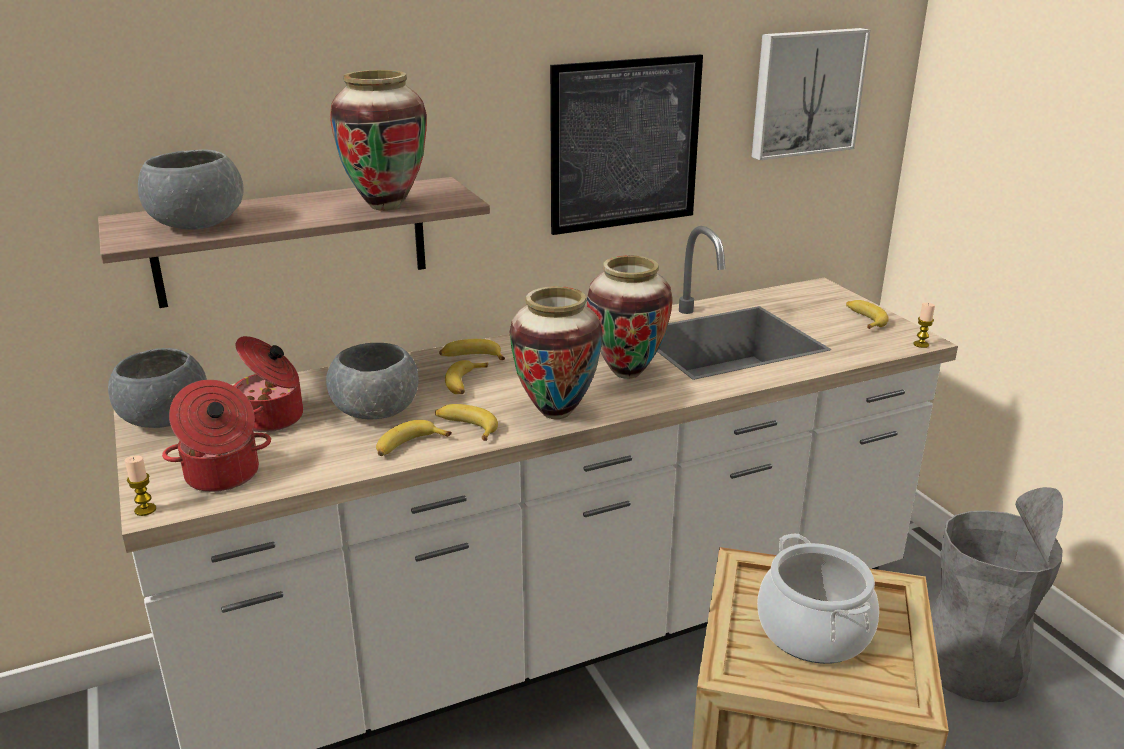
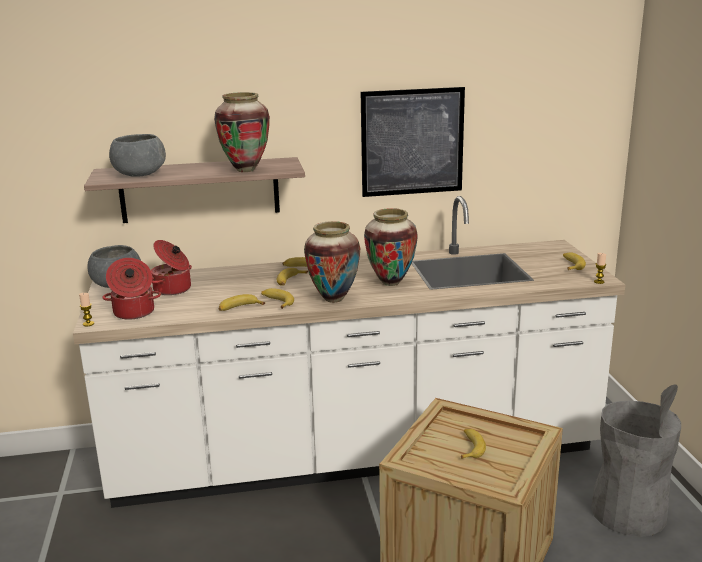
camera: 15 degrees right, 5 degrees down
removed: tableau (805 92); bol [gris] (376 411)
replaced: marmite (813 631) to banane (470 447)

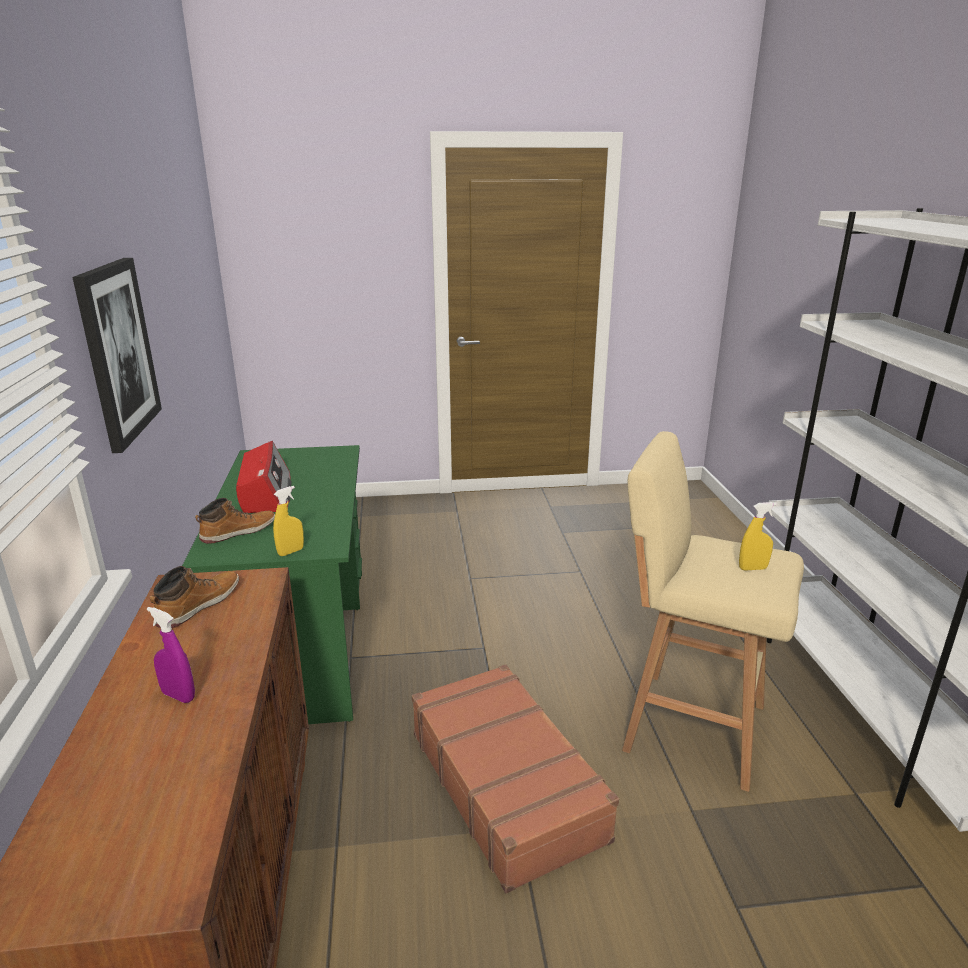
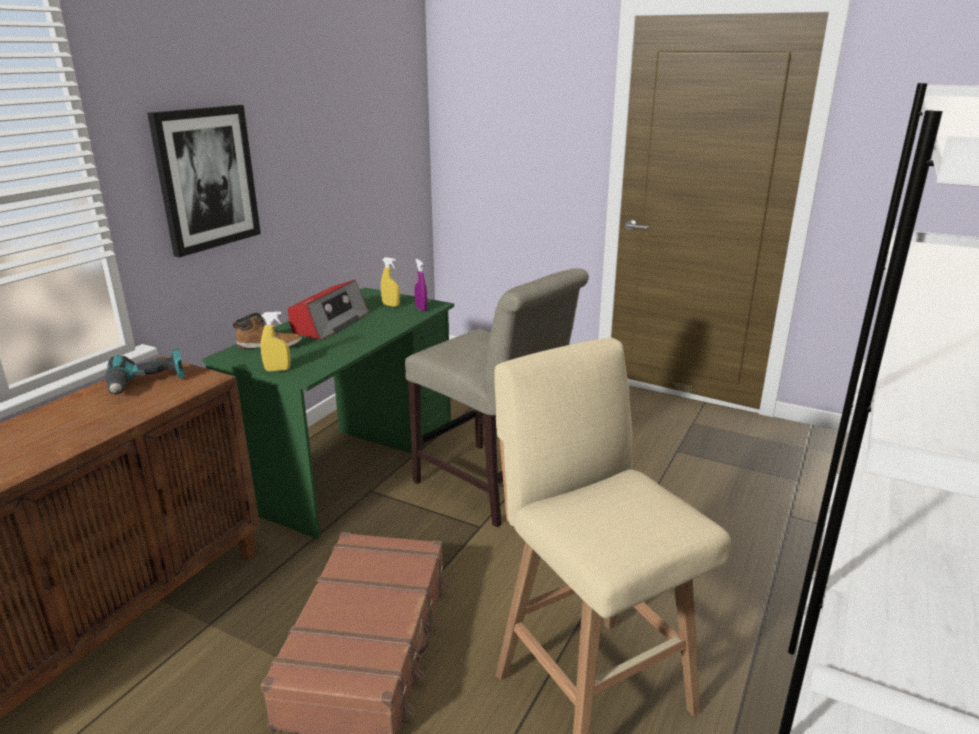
camera: 35 degrees right, 0 degrees up
added: chaise [beige] (492 486)
moved: vaporisateur [jaune] (753 568) to (391 305); vaporisateur [violet] (178 696) to (421 309)
replaced: botte (198 605) to perceuse (147 383)

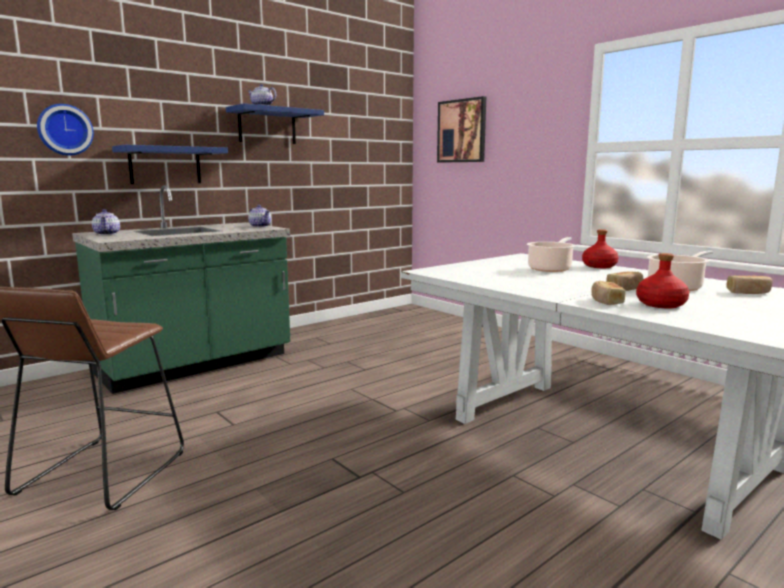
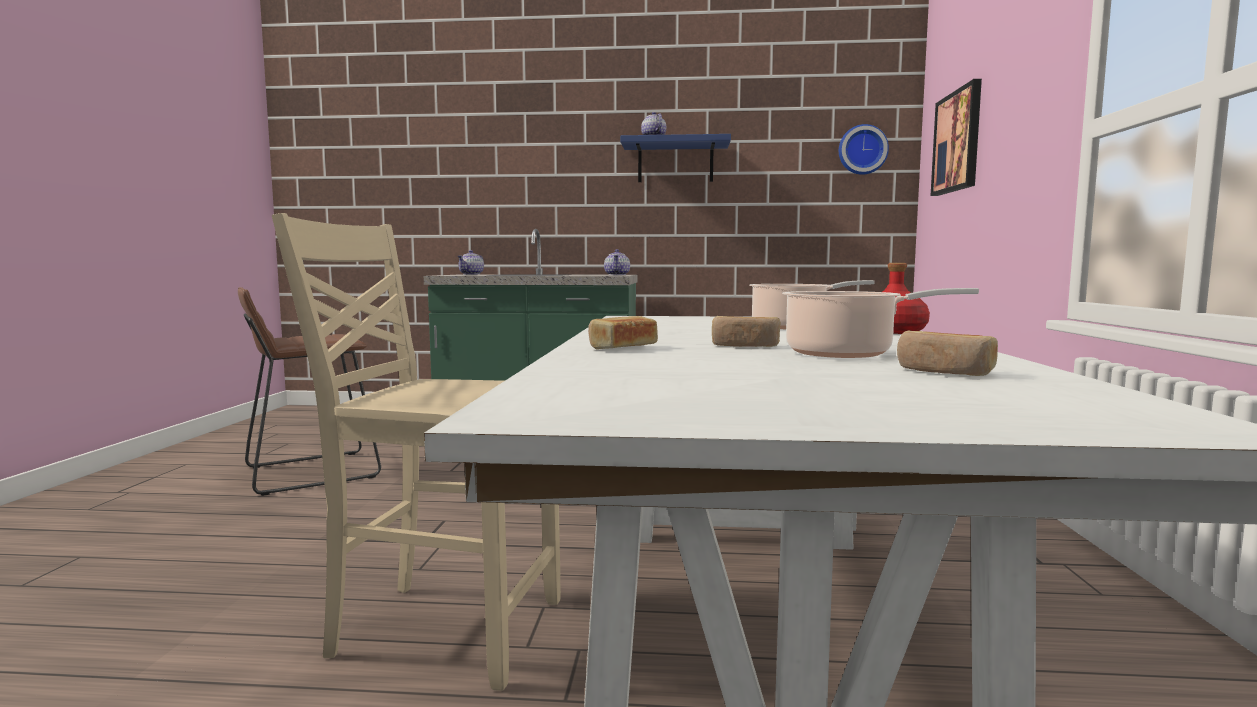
camera: 45 degrees right, 5 degrees down
removed: étagère [bleu] (165 165); bouteille [rouge] (660 304)
added: chaise [beige] (444 628)
moved: horloge murale (65 130) to (862 150)

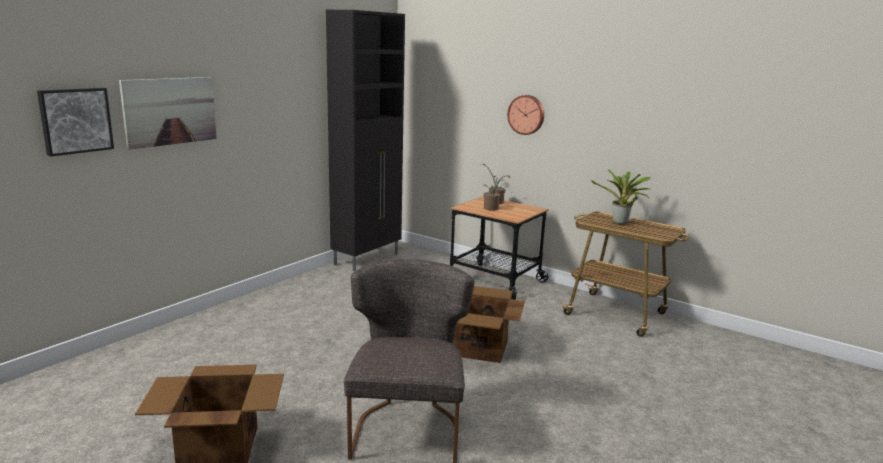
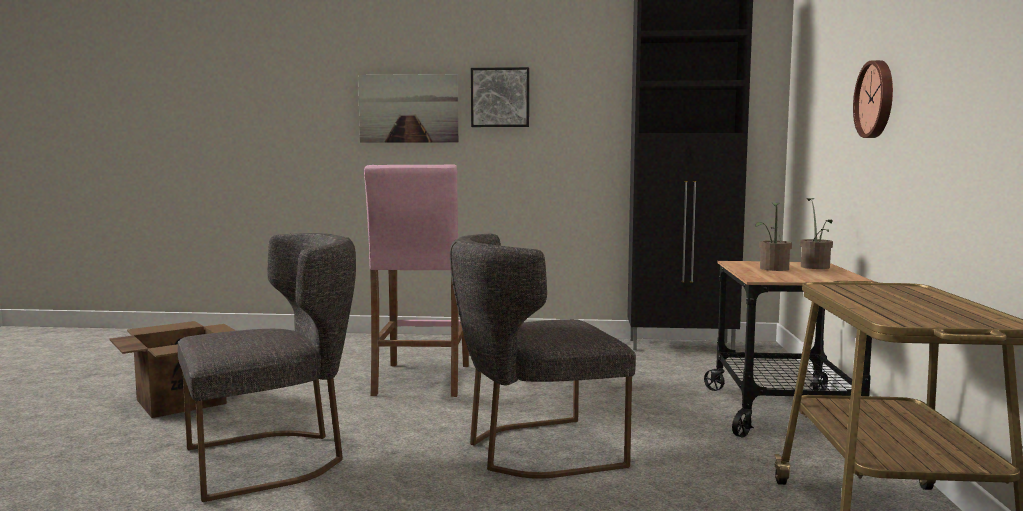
camera: 60 degrees right, 10 degrees down
removed: plante en pot (620 223)
added: tabouret [rose] (422 380)
moved: tableau (75 120) to (500 97)
replaced: carton (479 348) to chaise [gris] (534 450)

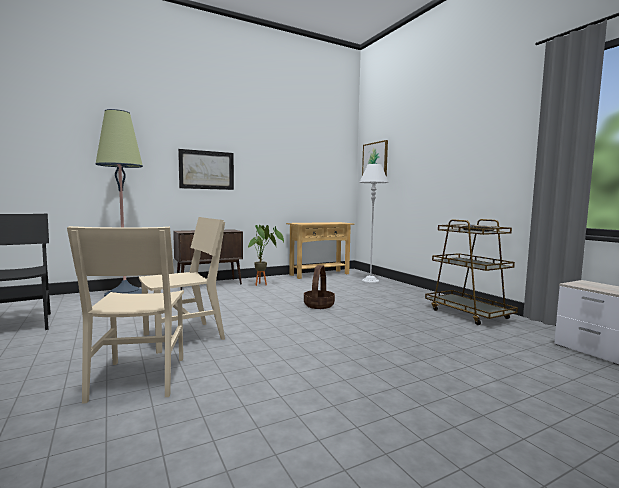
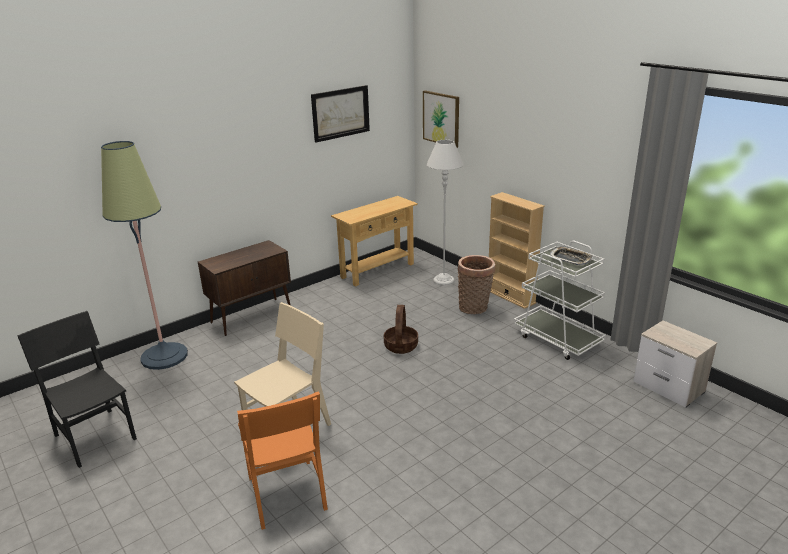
camera: 10 degrees left, 20 degrees up
removed: plante en pot (263 284)
added: bibliothèque [beige] (510 296); panier (475 308)
moved: tableau (206 170) to (340 113)
recoloured: chariot [marron] (468 313) to chariot [blanc] (557 339); chaise [beige] (138 378) to chaise [orange] (286 493)

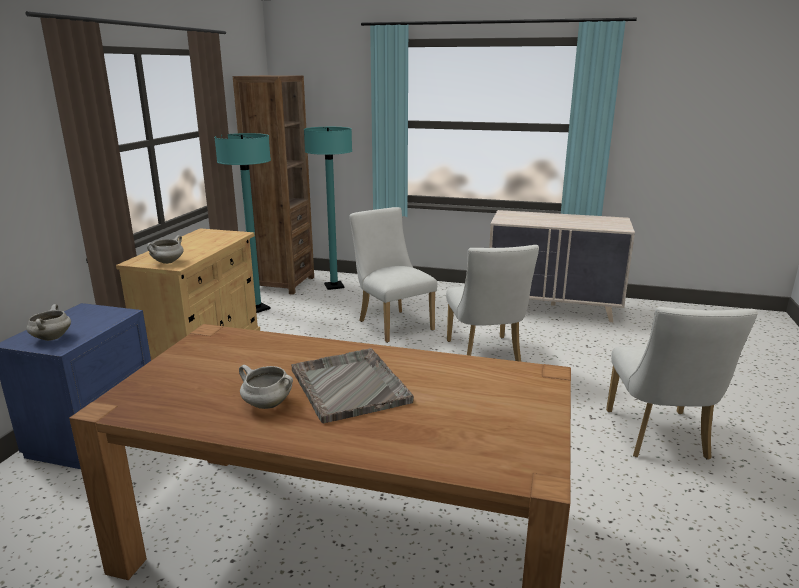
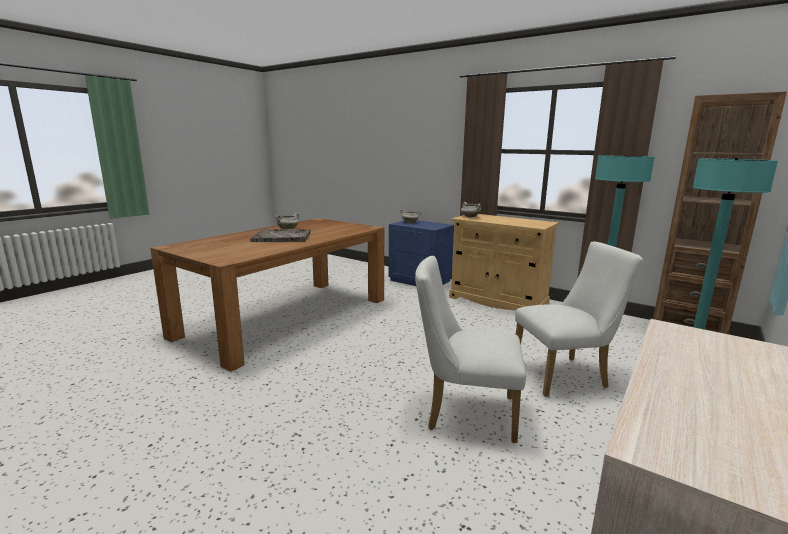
camera: 110 degrees right, 5 degrees down
removed: chaise [blanc] (659 438)

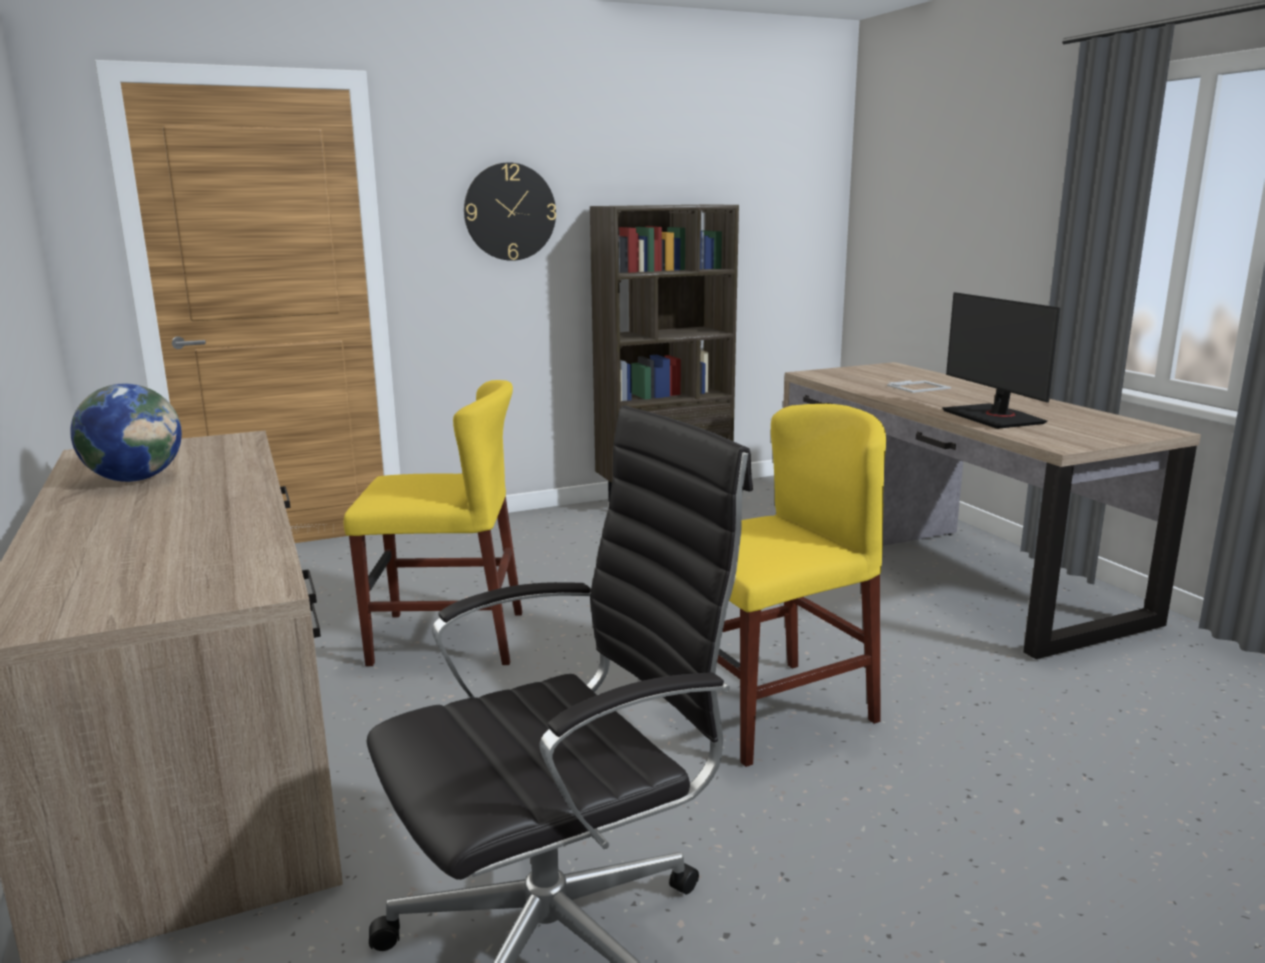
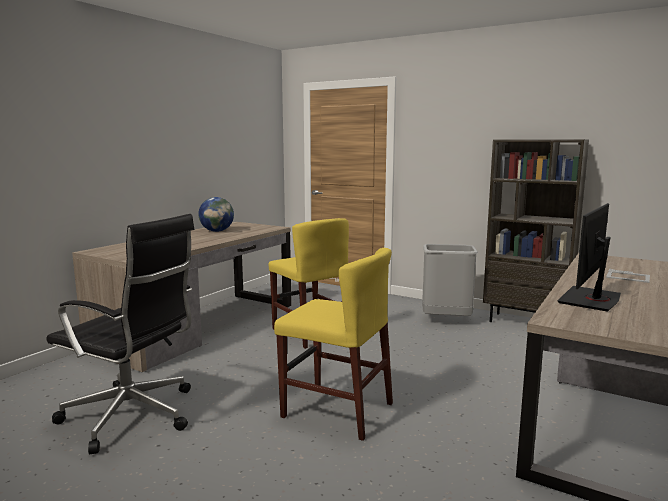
camera: 55 degrees right, 5 degrees down
removed: horloge murale (510 212)
added: poubelle [gris] (446 320)

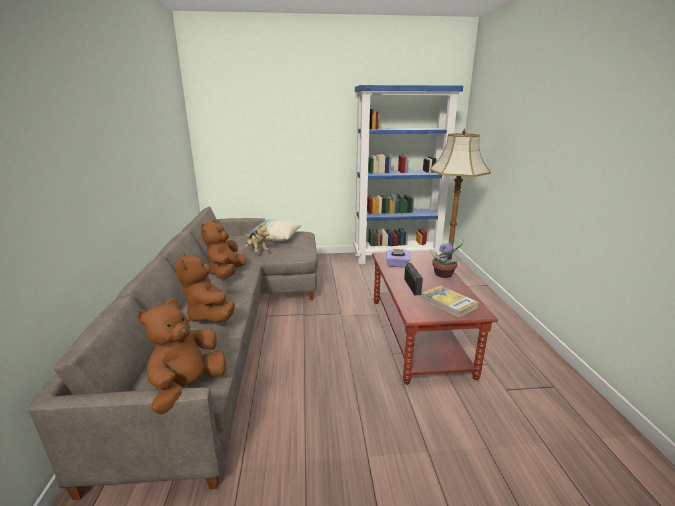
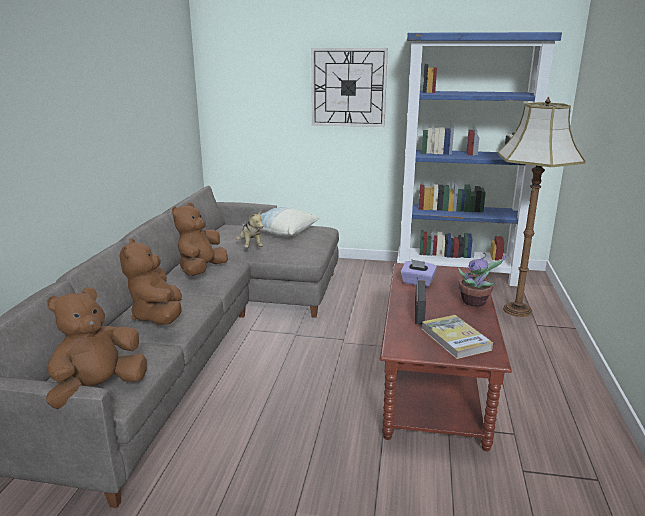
camera: 15 degrees right, 0 degrees up
added: horloge murale (348 87)

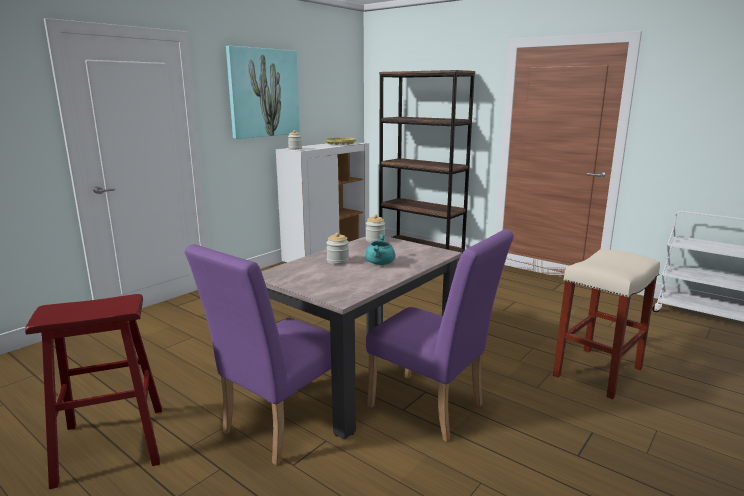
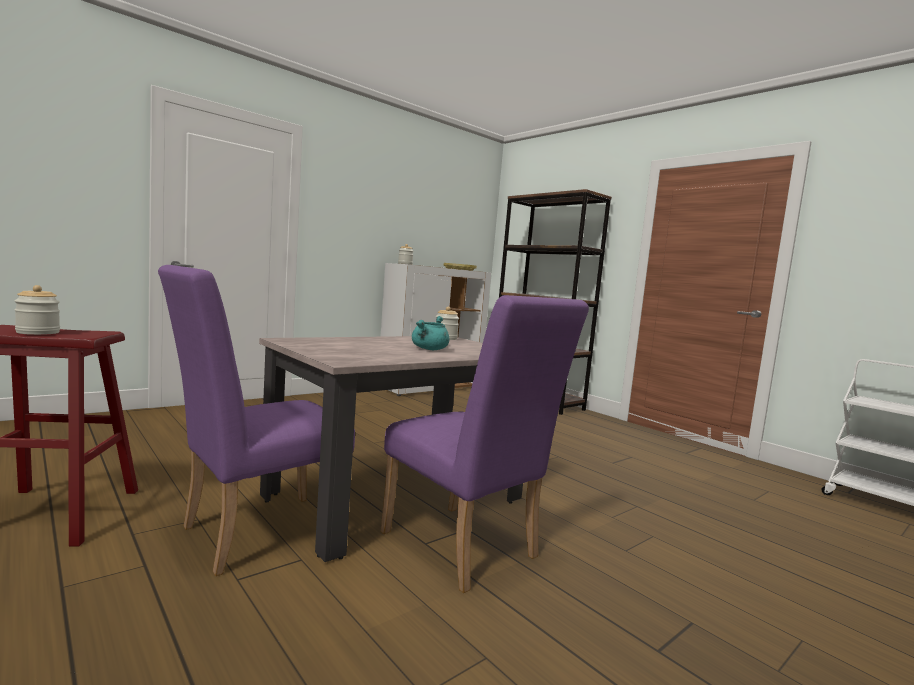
camera: 10 degrees right, 10 degrees down
removed: tableau (263 93); tabouret [beige] (598 373)
moved: bocal (338 261) to (38 332)

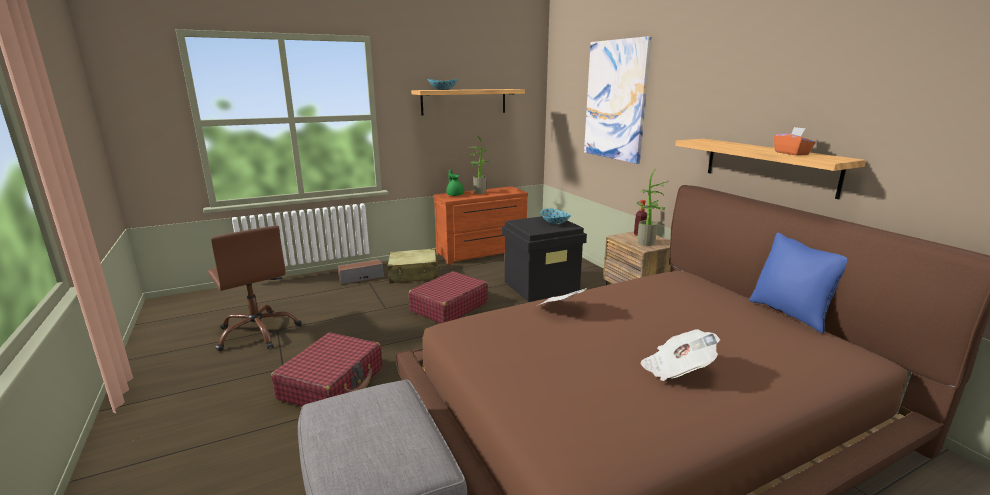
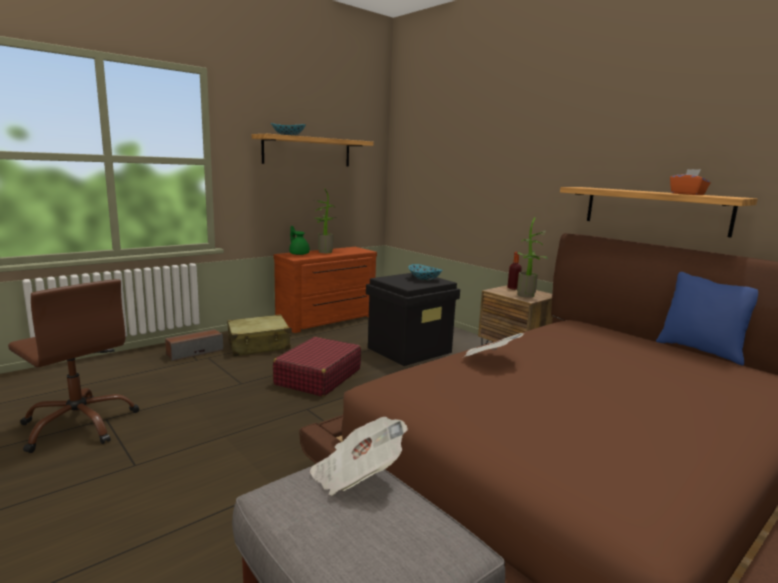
camera: 15 degrees left, 5 degrees down
removed: tableau (616 100); valise [rouge] (332 383)
moved: journal (676 370) to (357 475)

